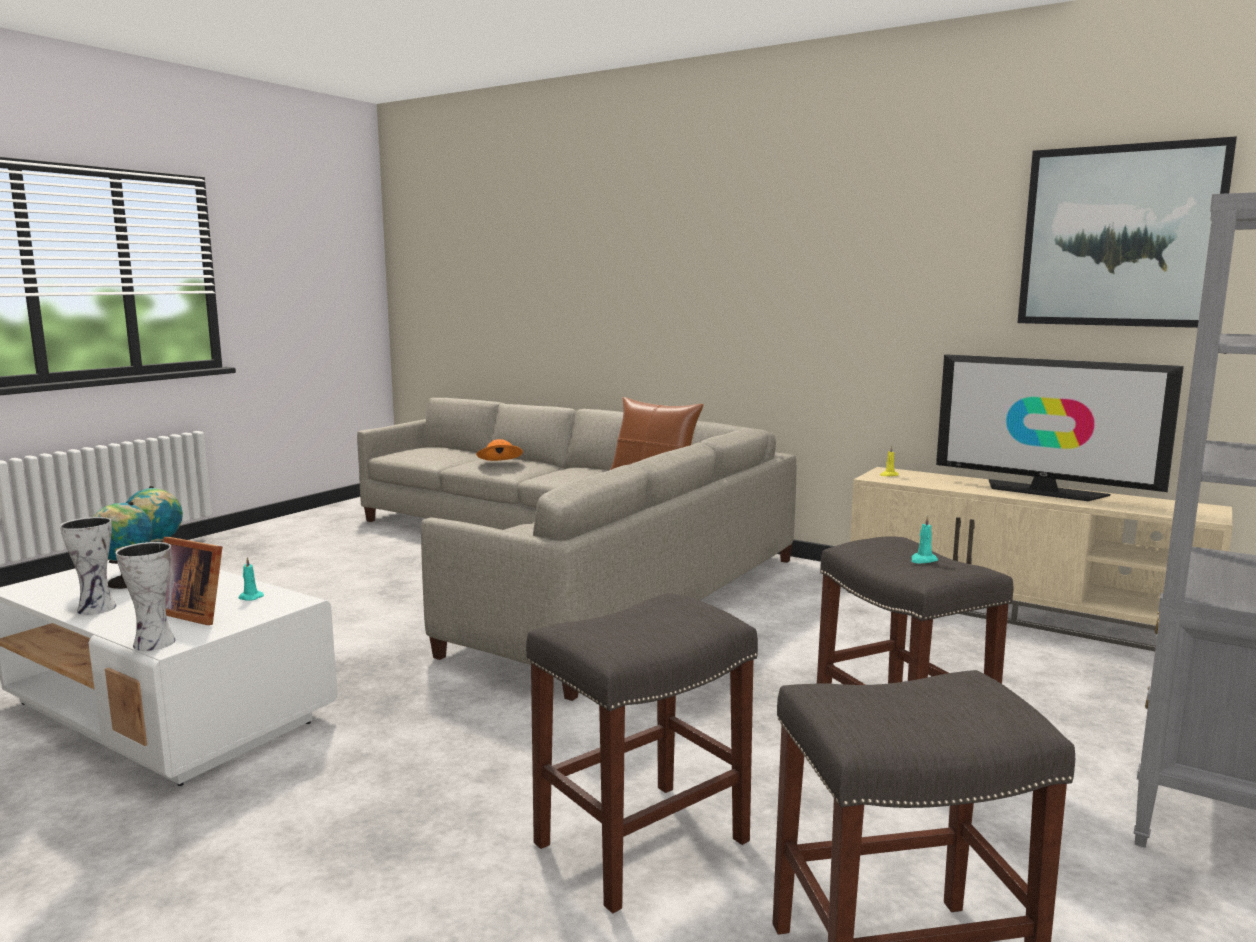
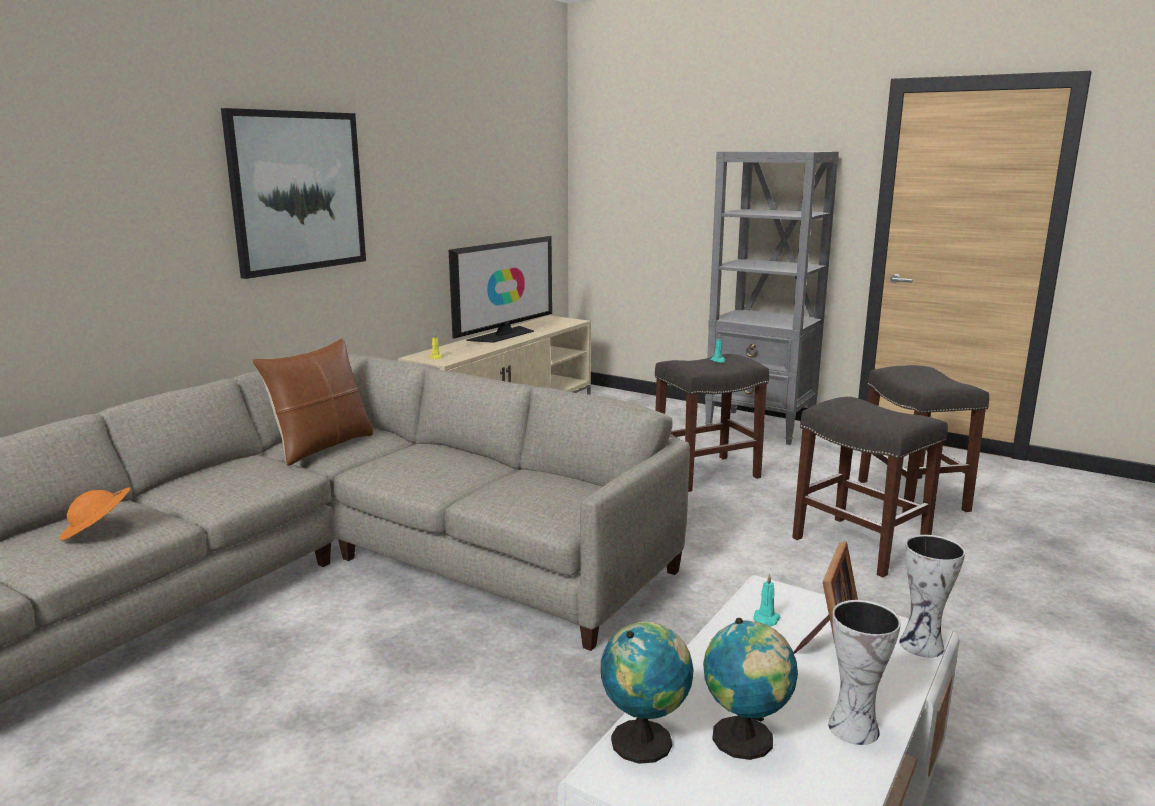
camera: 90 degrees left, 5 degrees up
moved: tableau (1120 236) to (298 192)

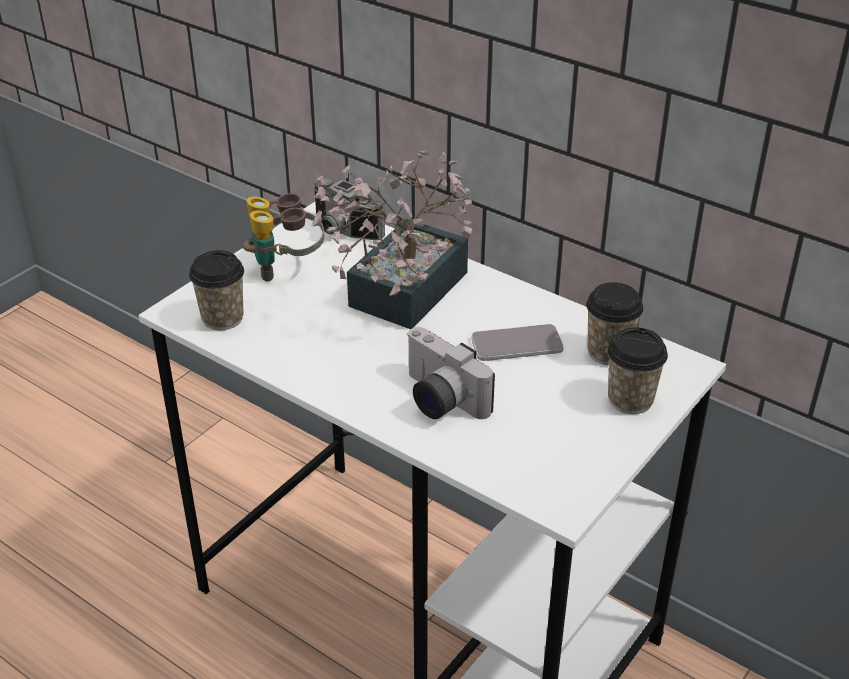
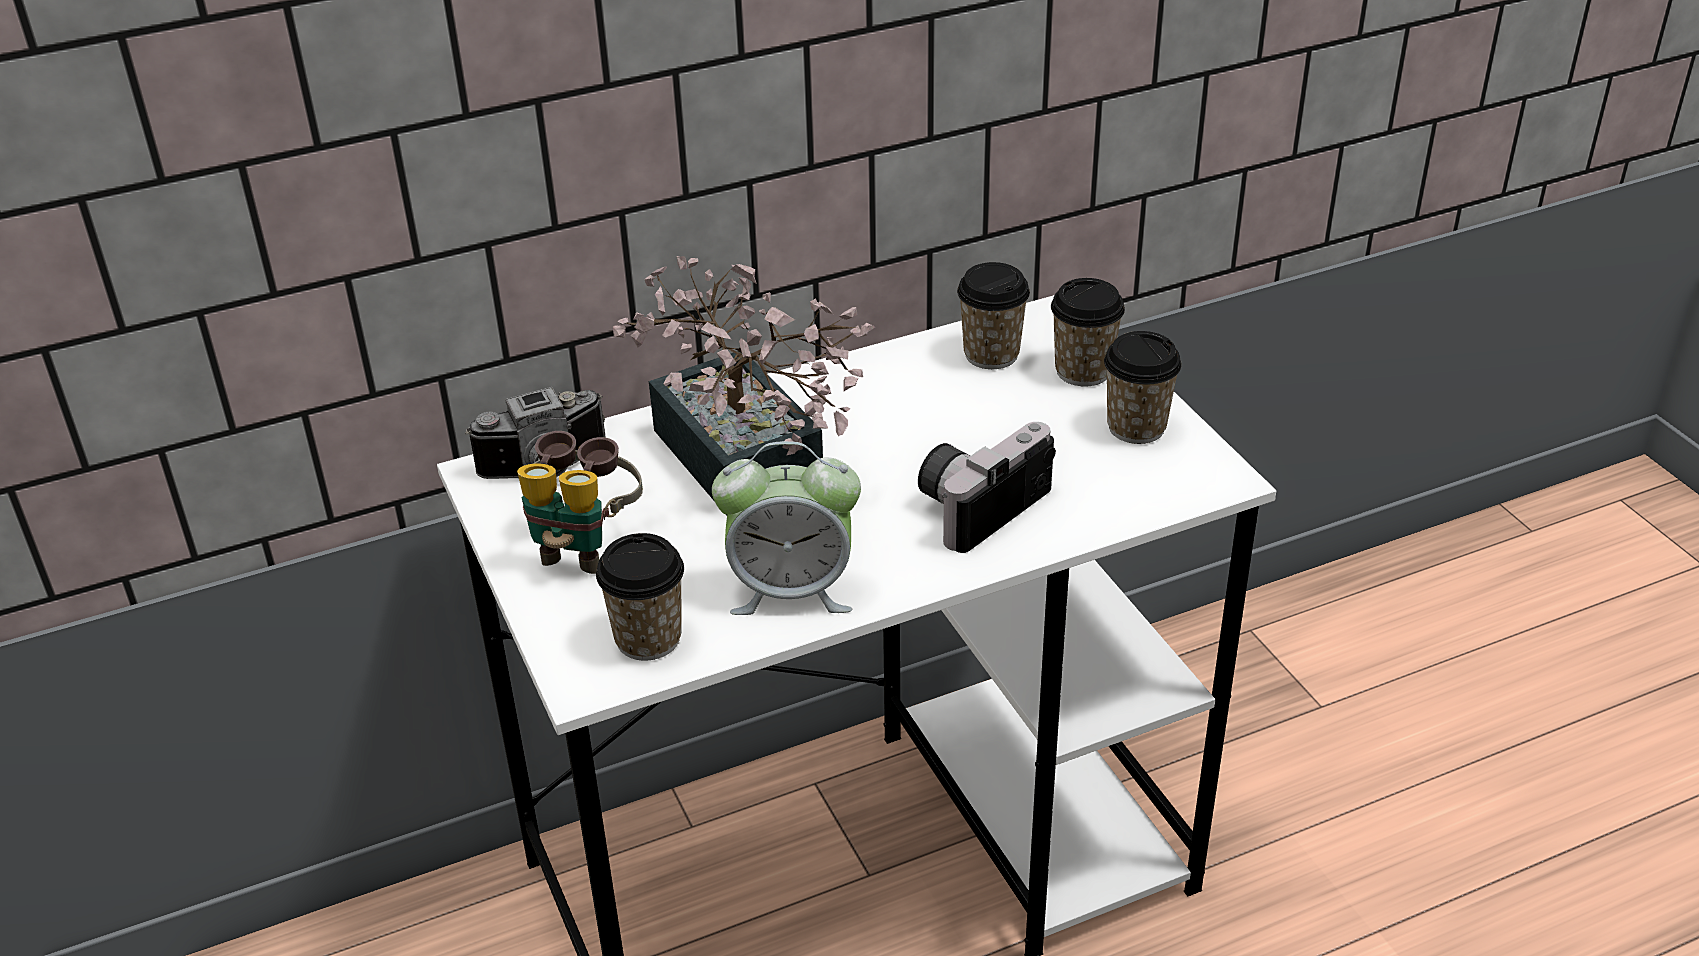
camera: 60 degrees left, 0 degrees up
removed: téléphone (517 344)
added: tasse (1136 427); réveil (791 590)
turned: appareil photo (438 400) = (978 504) 150 degrees clockwise

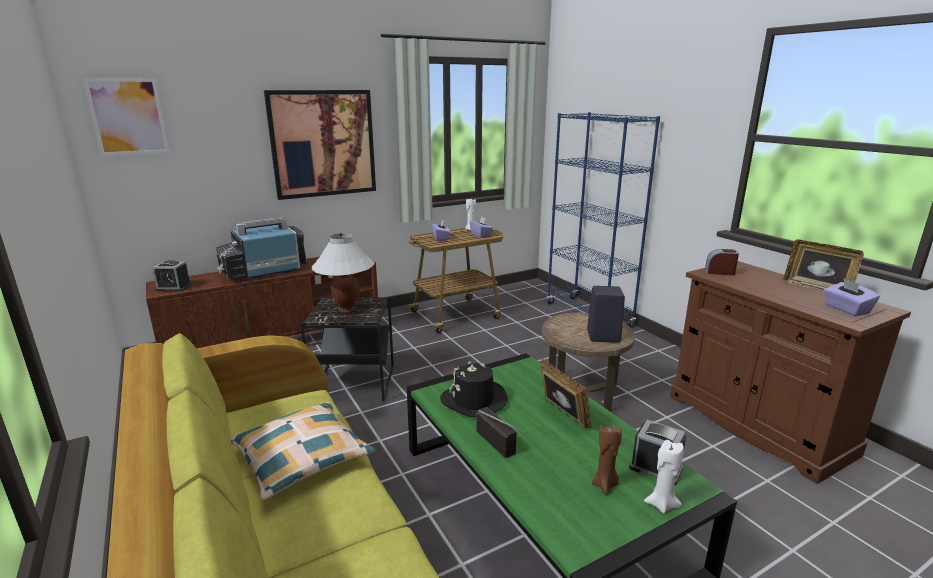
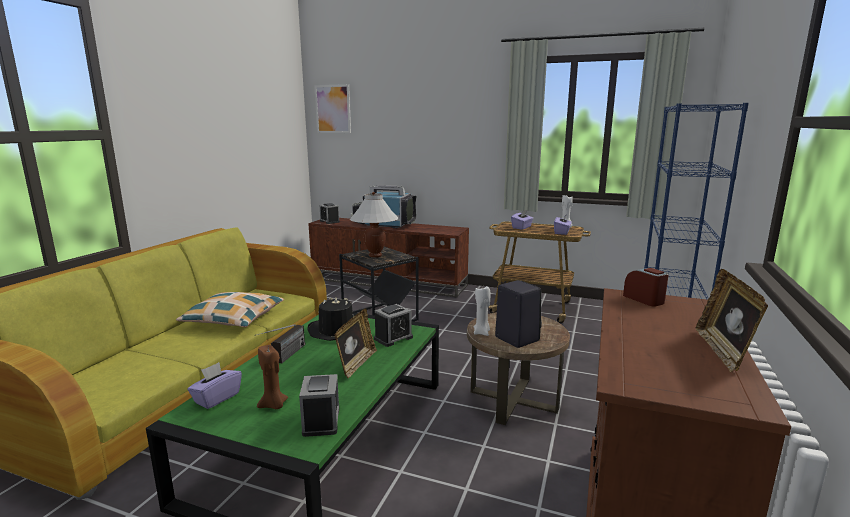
camera: 50 degrees right, 5 degrees down
removed: tableau (323 144)
added: réveil (393 338)
moved: boîte à mouchoirs [violet] (846 309) to (217 398); bougie [blanc] (661 504) to (482 332)

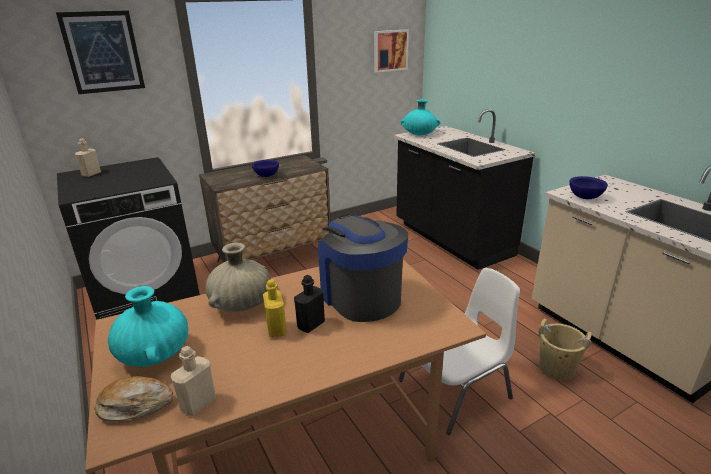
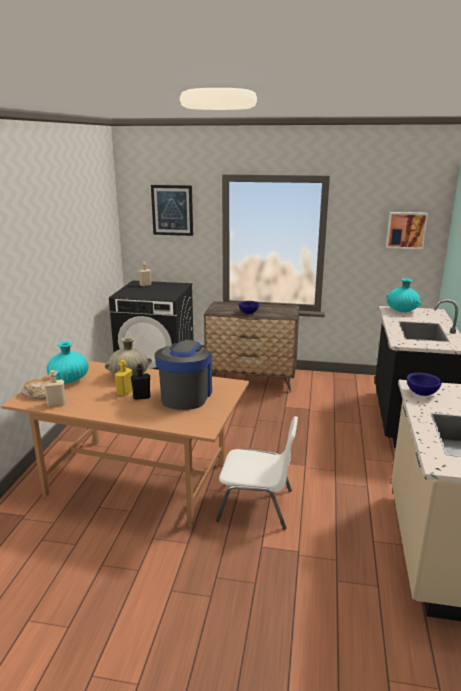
camera: 40 degrees right, 5 degrees down
removed: seau [beige] (556 368)

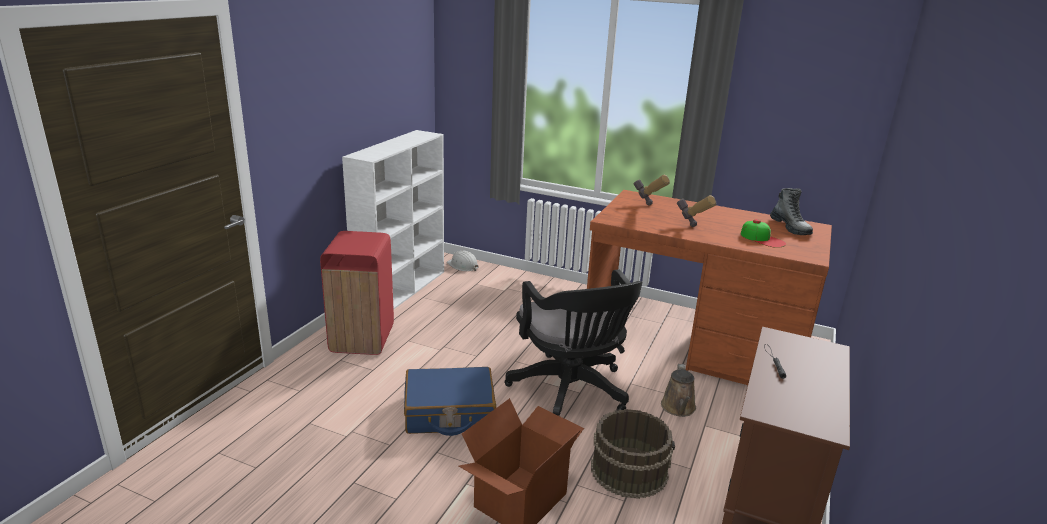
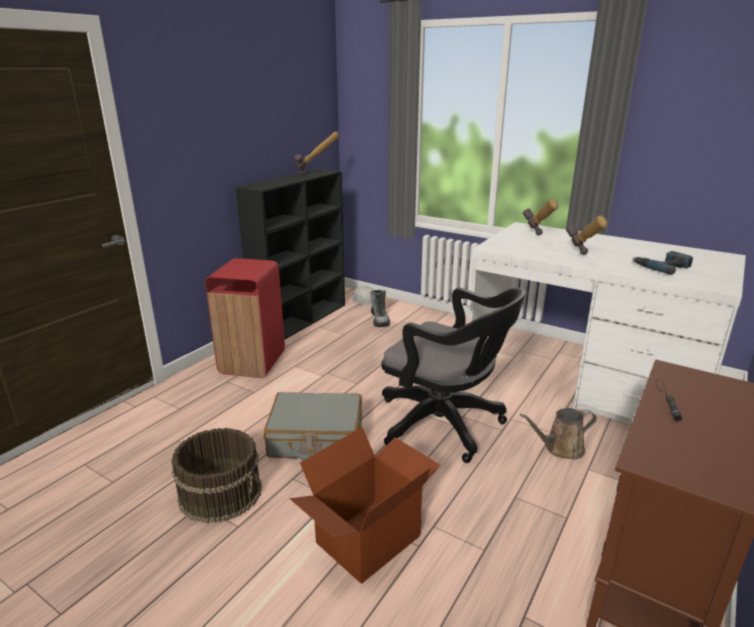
camera: 10 degrees right, 0 degrees up
added: marteau (318 173)
moved: botte (790 227) to (379 320); seau [marron] (629 470) to (221 492)
replaced: casquette (762 239) to perceuse (662 267)
recoloured: bibliothèque [blanc] (401 290) to bibliothèque [noir] (301 320); bureau [marron] (693 345) to bureau [blanc] (584 383); valise [bleu] (449 412) to valise [gris] (316 438)
turned: chaise de bureau [noir] (571 392) = (446 425) 45 degrees counterclockwise; arrosoir [marron] (678 408) = (560 448) 60 degrees clockwise

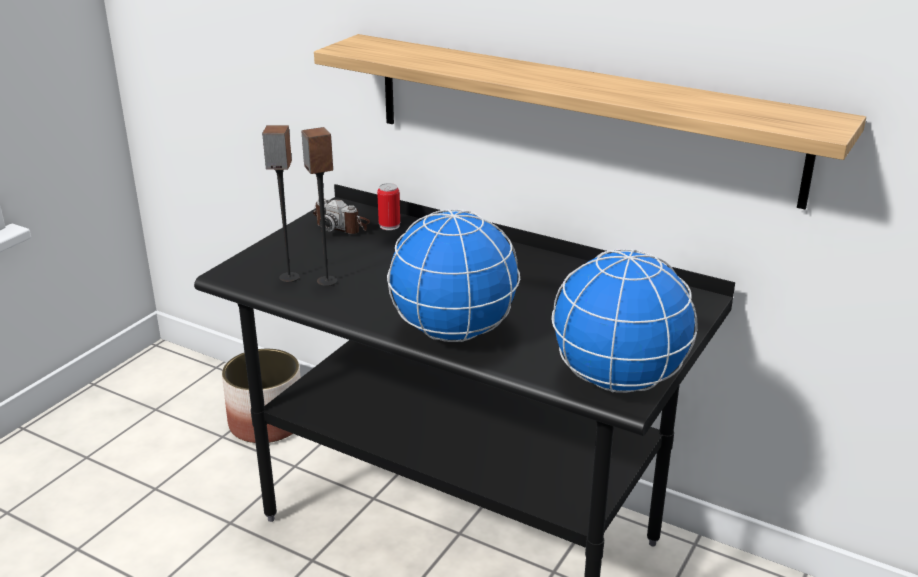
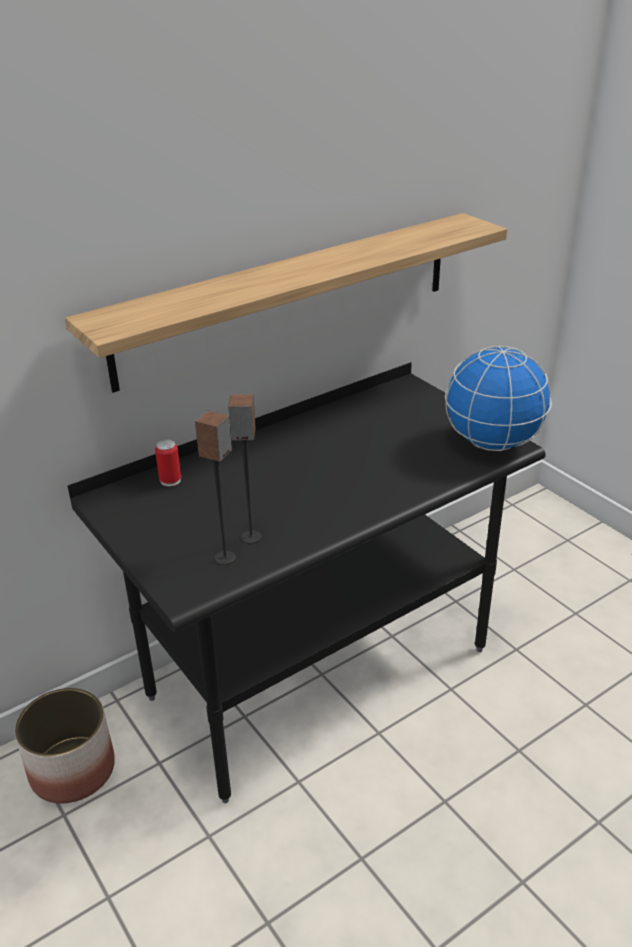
camera: 65 degrees left, 5 degrees up
removed: appareil photo (343 225); globe (453 332)

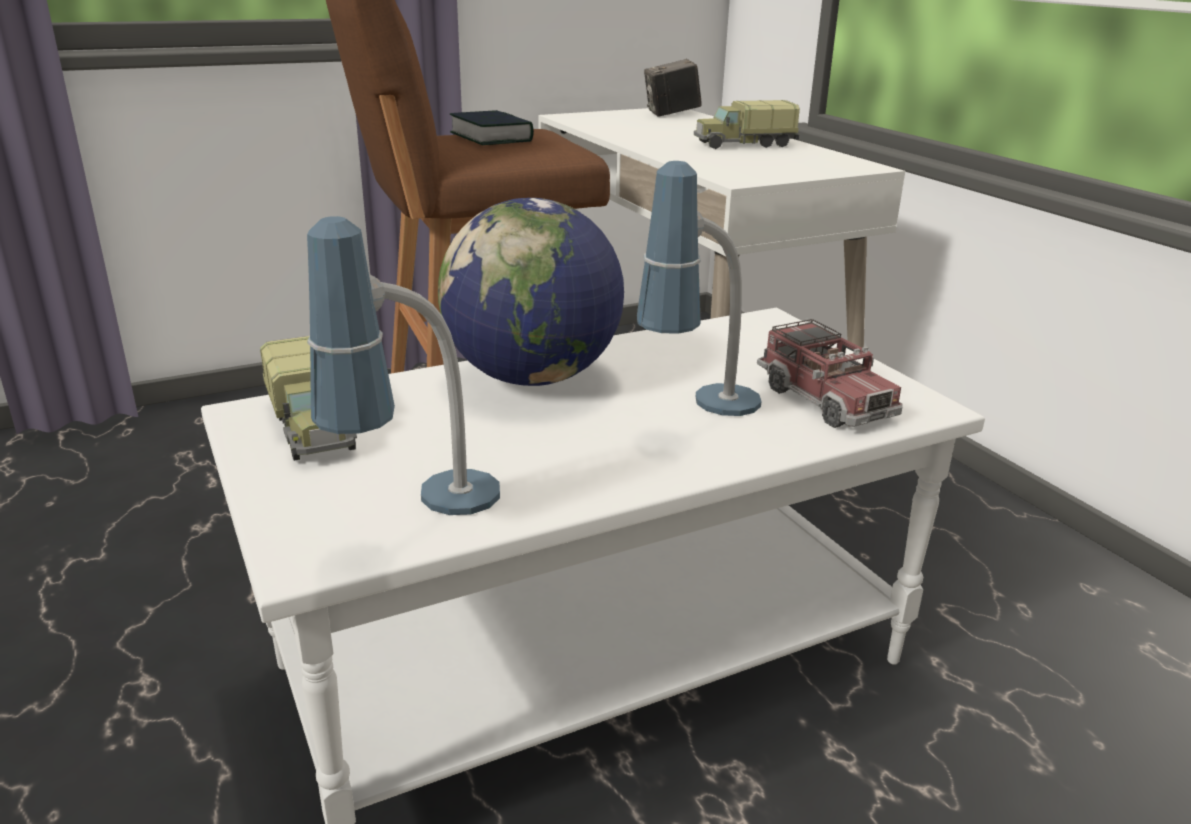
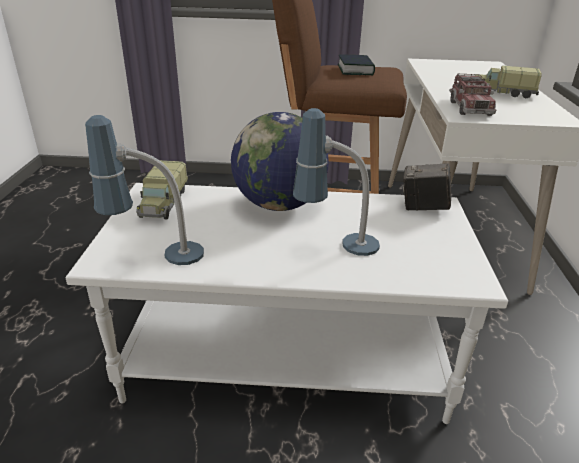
camera: 30 degrees right, 5 degrees up
moved: appareil photo (671 114) to (423 208); camion jouet (825 399) to (470 107)

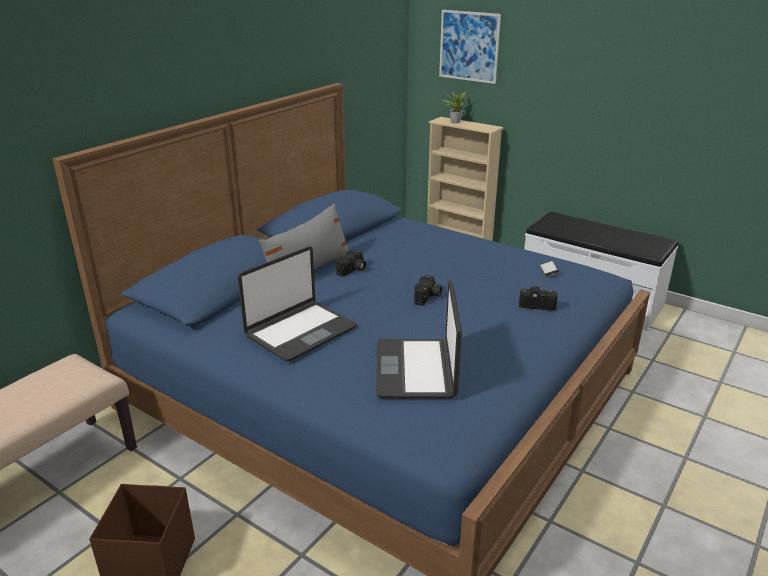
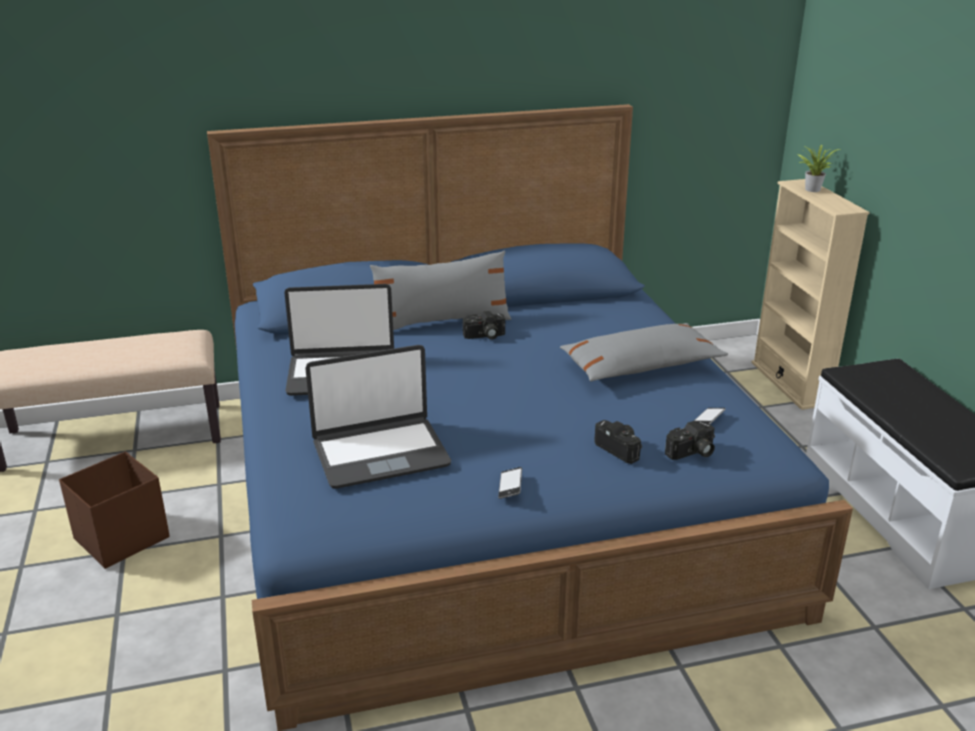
camera: 40 degrees right, 0 degrees up
removed: tableau (469 46)
added: coussin [gris] (640 366); téléphone (510 486)
moved: appareil photo (428 297) to (692 453)
turned: ordinateur portable (417 369) = (380 453) 150 degrees counterclockwise

